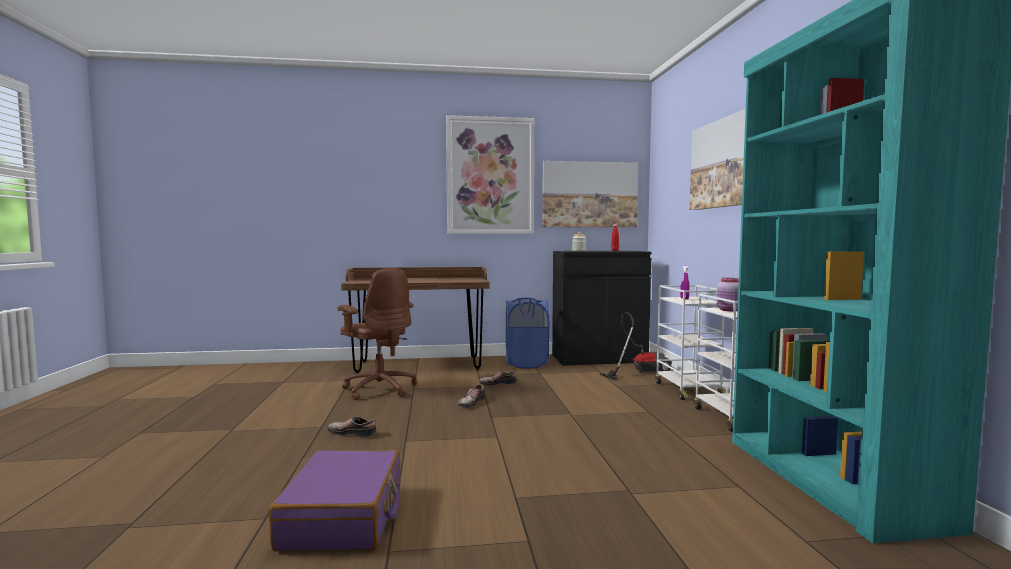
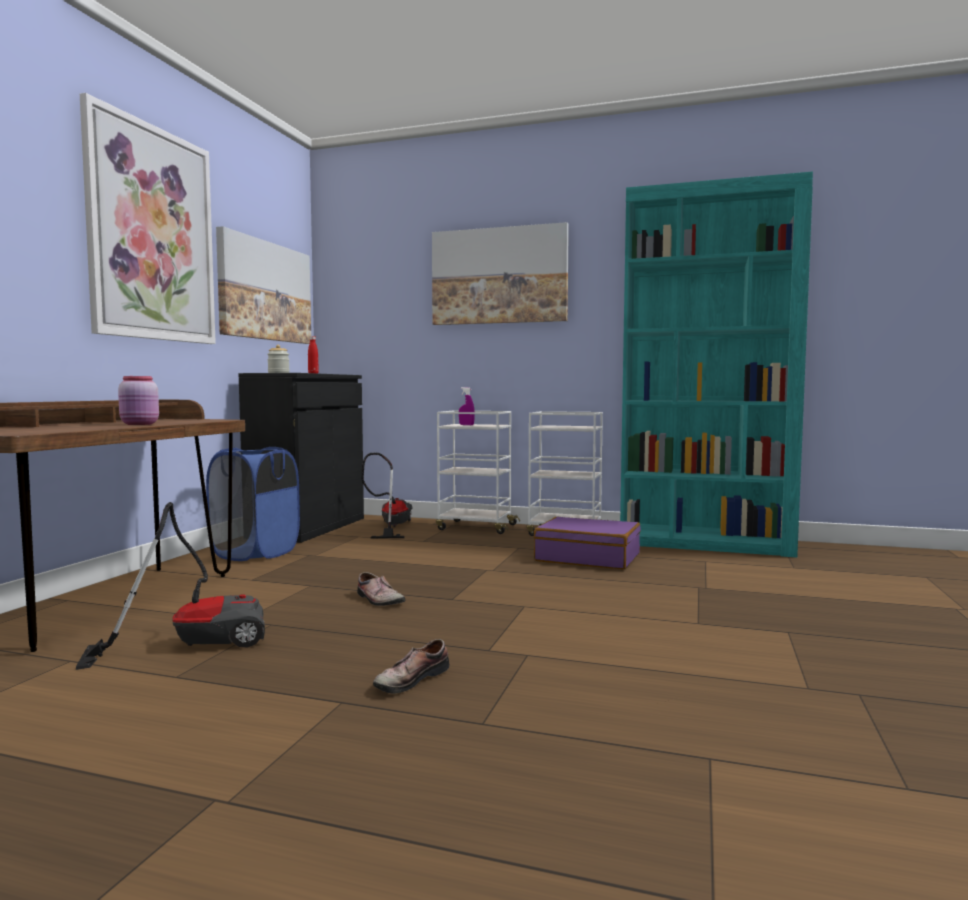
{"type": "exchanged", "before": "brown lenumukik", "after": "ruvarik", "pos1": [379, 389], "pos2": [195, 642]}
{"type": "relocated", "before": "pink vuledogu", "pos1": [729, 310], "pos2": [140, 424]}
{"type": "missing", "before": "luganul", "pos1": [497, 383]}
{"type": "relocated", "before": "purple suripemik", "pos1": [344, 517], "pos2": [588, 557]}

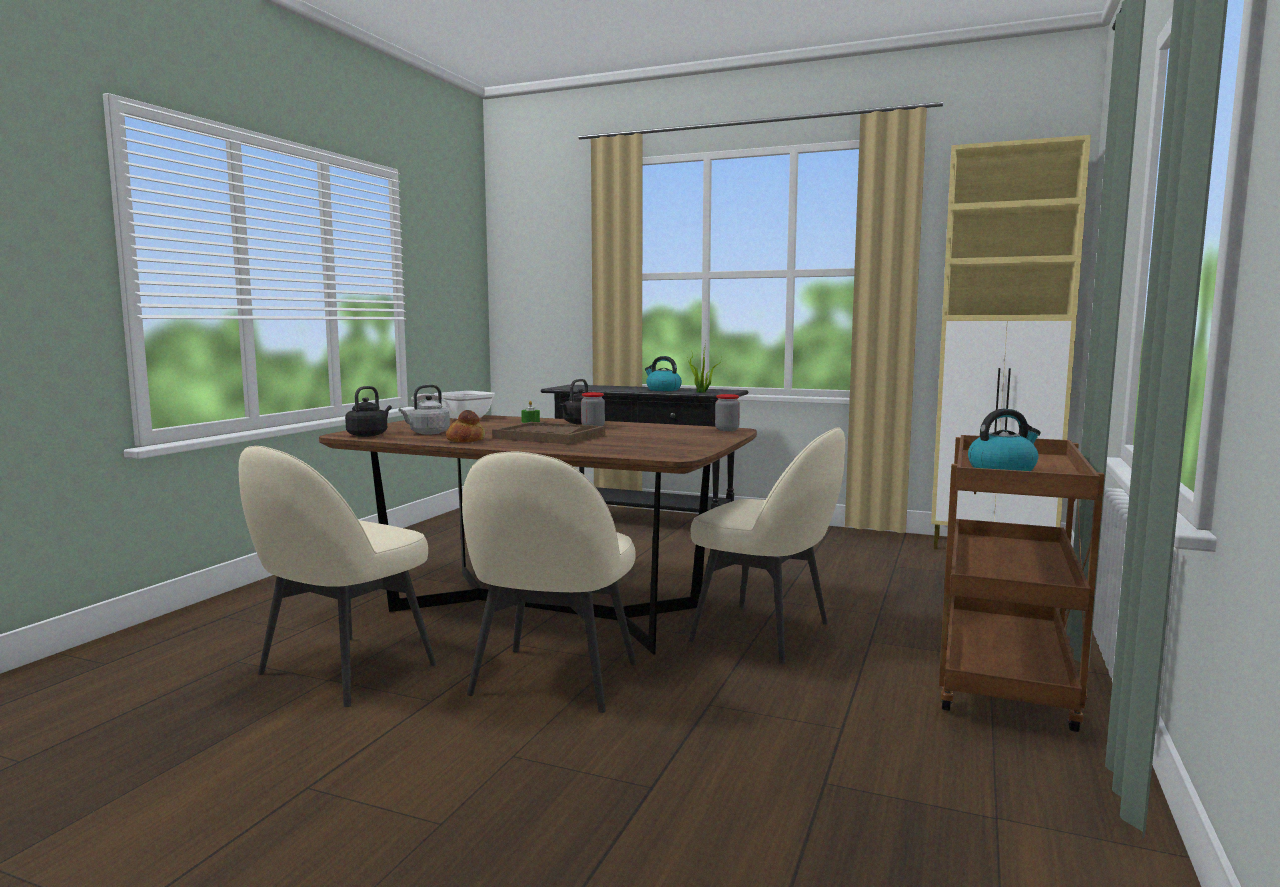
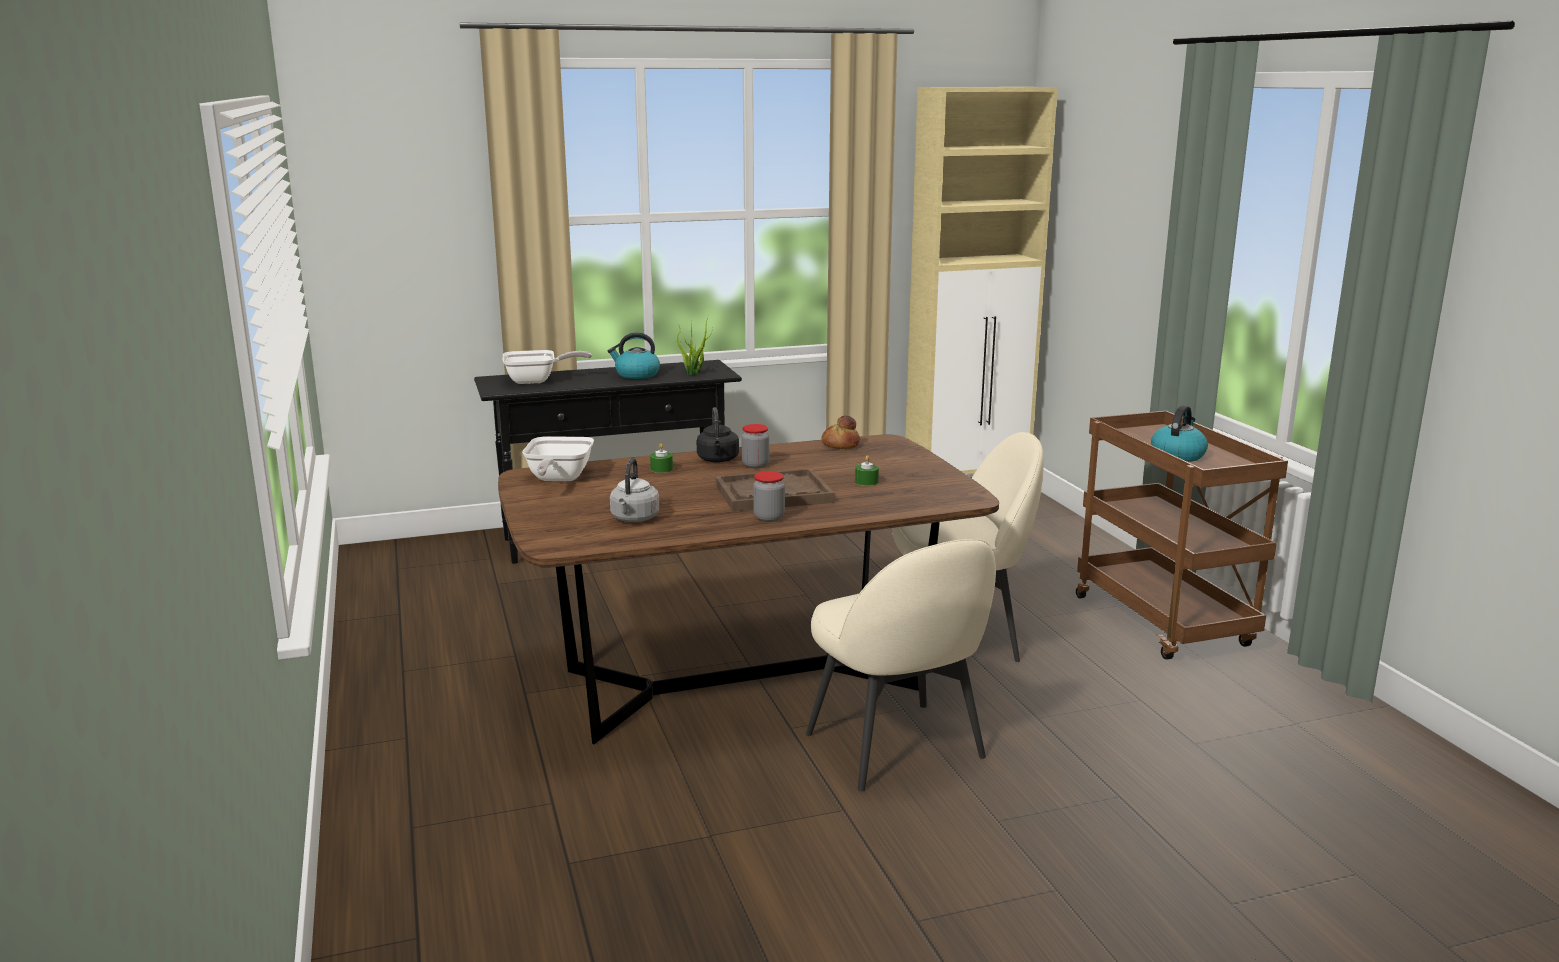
{"type": "missing", "before": "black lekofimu", "pos1": [369, 435]}
{"type": "relocated", "before": "vuledogu", "pos1": [727, 430], "pos2": [769, 518]}
{"type": "relocated", "before": "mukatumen", "pos1": [465, 440], "pos2": [840, 445]}
{"type": "missing", "before": "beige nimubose", "pos1": [343, 671]}
{"type": "appeared", "after": "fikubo", "pos2": [537, 381]}
{"type": "appeared", "after": "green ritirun", "pos2": [866, 482]}

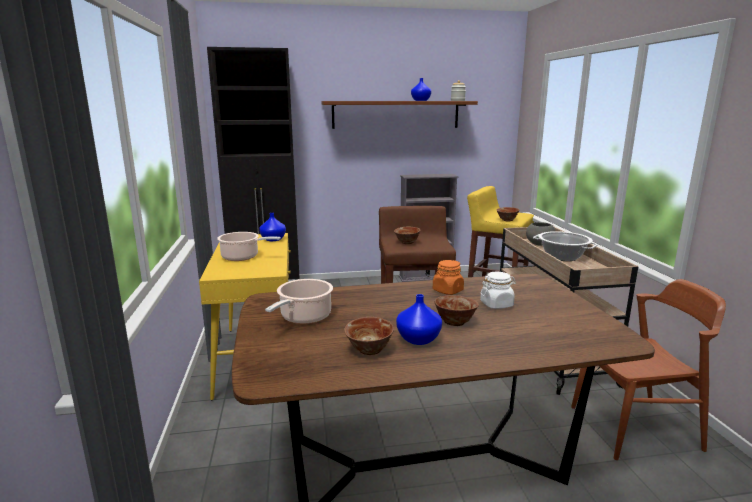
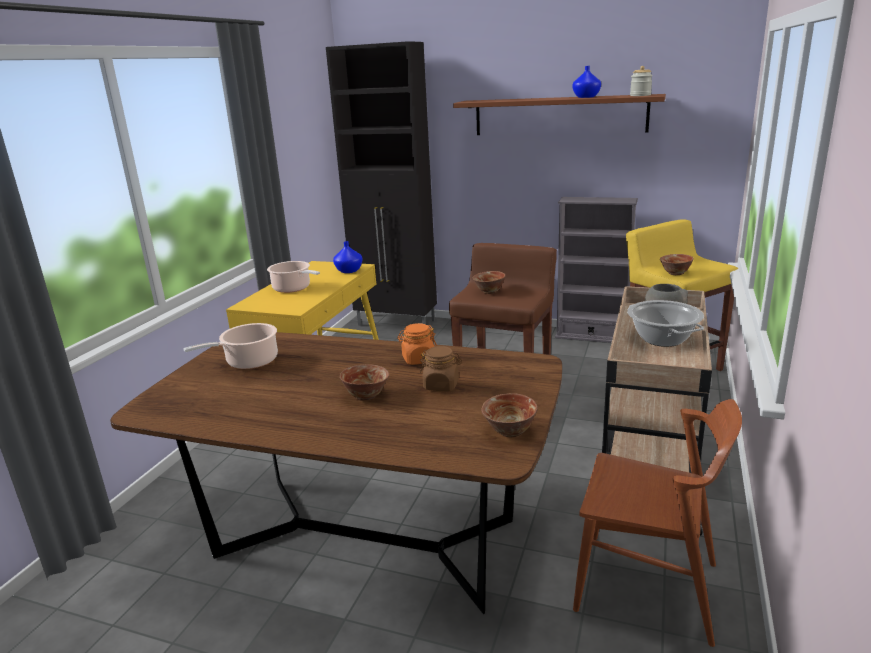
{"type": "colour", "before": "white vuledogu", "after": "brown vuledogu", "pos1": [496, 304], "pos2": [441, 385]}
{"type": "missing", "before": "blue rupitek", "pos1": [417, 339]}
{"type": "relocated", "before": "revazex", "pos1": [369, 350], "pos2": [510, 431]}

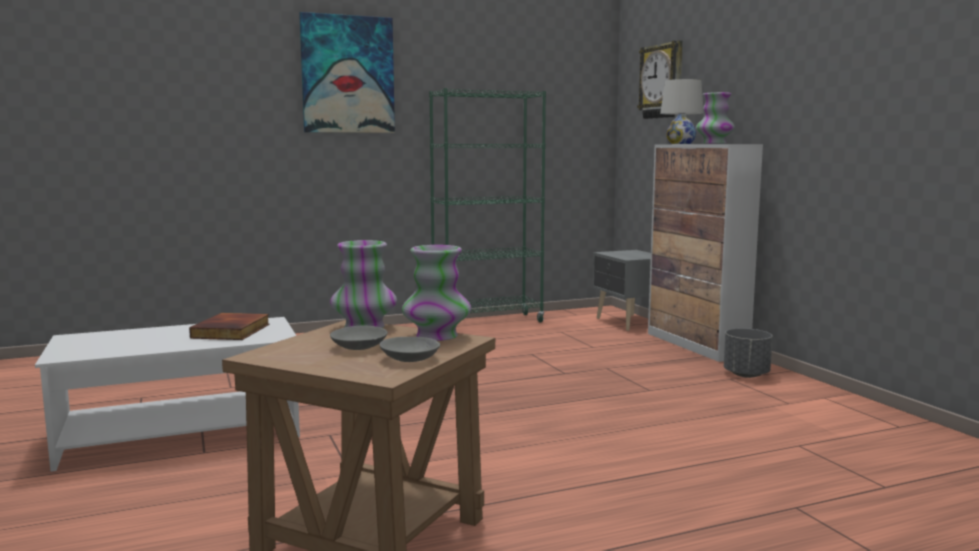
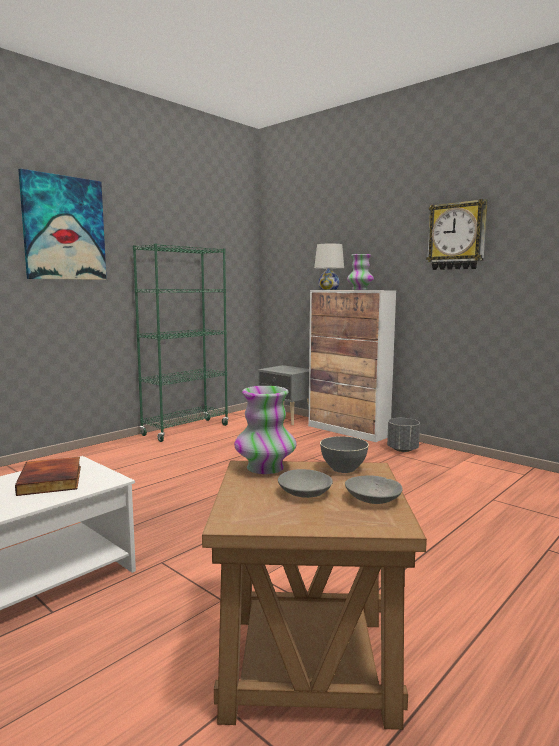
{"type": "relocated", "before": "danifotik", "pos1": [662, 81], "pos2": [457, 236]}
{"type": "exchanged", "before": "rupitek", "after": "grey revazex", "pos1": [436, 336], "pos2": [343, 469]}

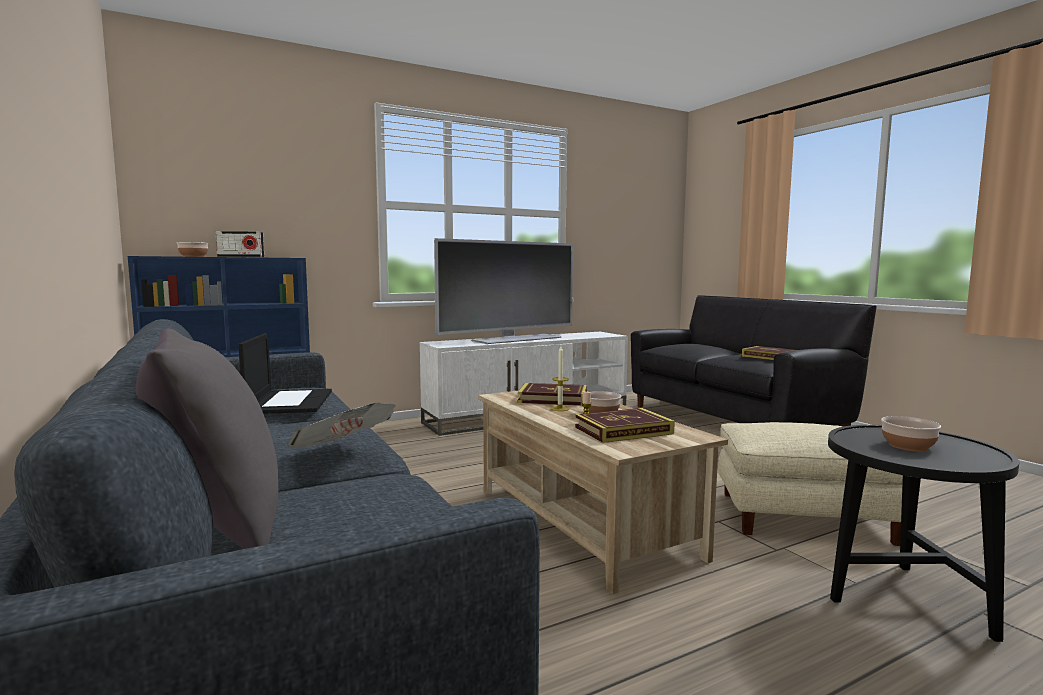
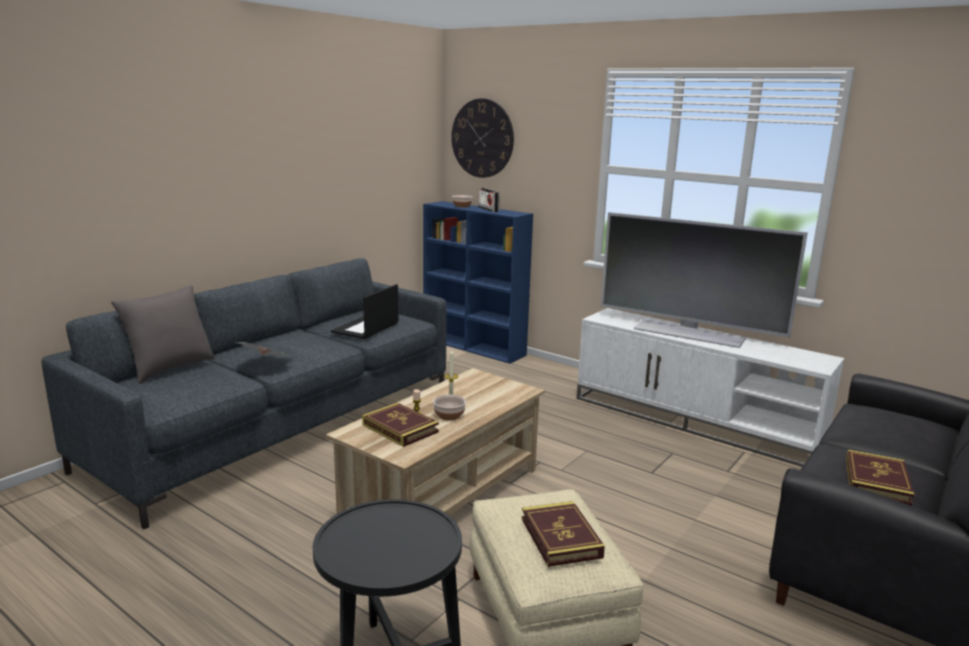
{"type": "spun", "before": "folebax", "pos1": [289, 402], "pos2": [365, 328], "turn": 150}
{"type": "relocated", "before": "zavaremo", "pos1": [553, 399], "pos2": [560, 537]}
{"type": "missing", "before": "revazex", "pos1": [907, 446]}
{"type": "appeared", "after": "danifotik", "pos2": [482, 138]}

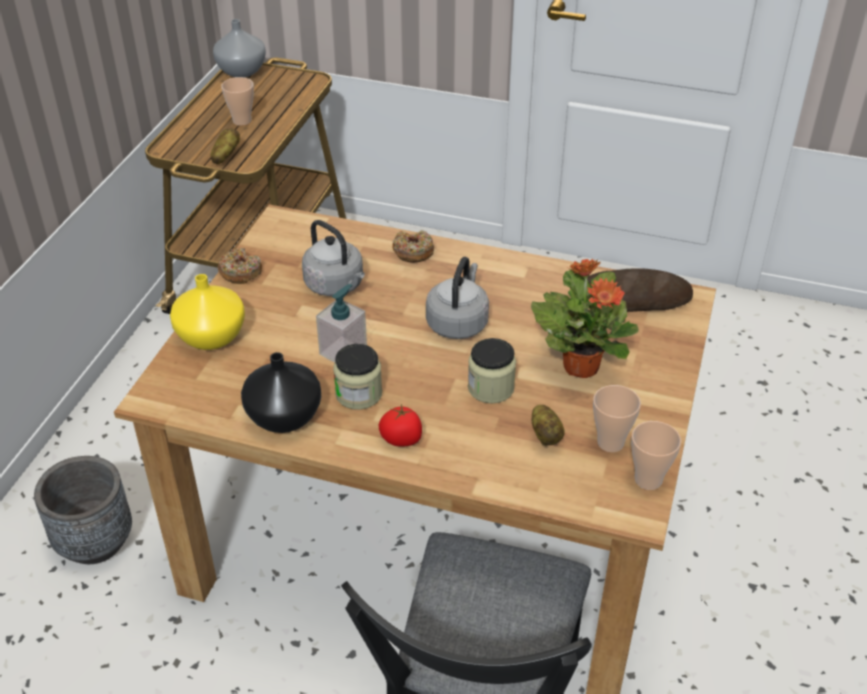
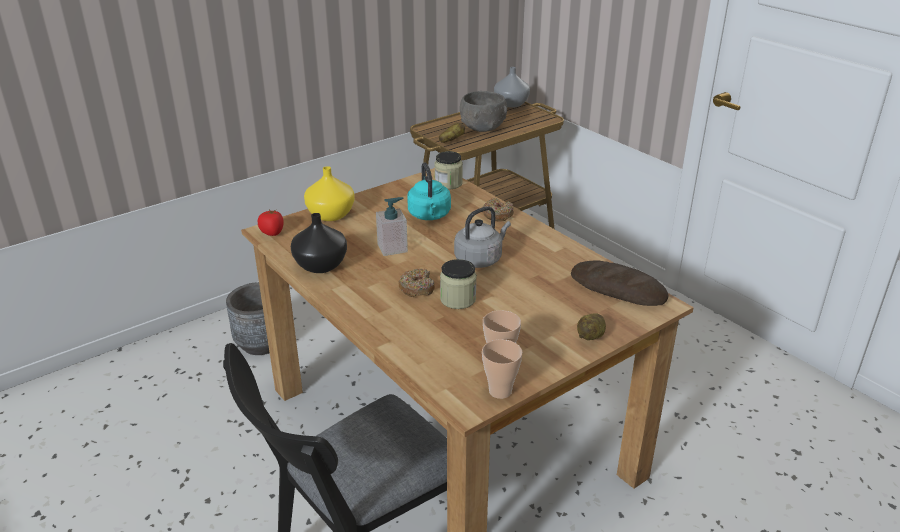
{"type": "exchanged", "before": "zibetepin", "after": "grey revazex", "pos1": [242, 121], "pos2": [482, 127]}
{"type": "colour", "before": "grey lekofimu", "after": "turquoise lekofimu", "pos1": [336, 286], "pos2": [429, 215]}
{"type": "relocated", "before": "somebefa", "pos1": [240, 272], "pos2": [417, 288]}
{"type": "missing", "before": "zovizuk", "pos1": [580, 365]}
{"type": "relocated", "before": "vuledogu", "pos1": [358, 394], "pos2": [448, 183]}
{"type": "relocated", "before": "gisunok", "pos1": [401, 439], "pos2": [272, 232]}
{"type": "relocated", "before": "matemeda", "pos1": [546, 435], "pos2": [591, 336]}

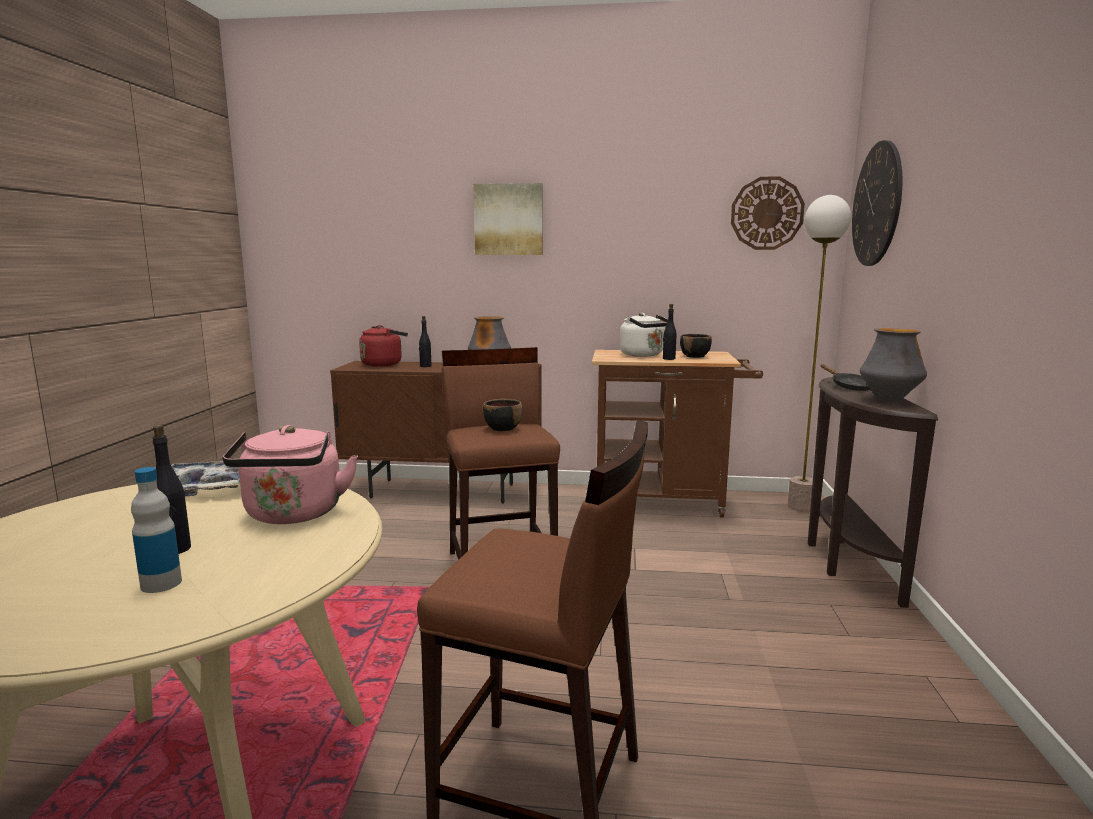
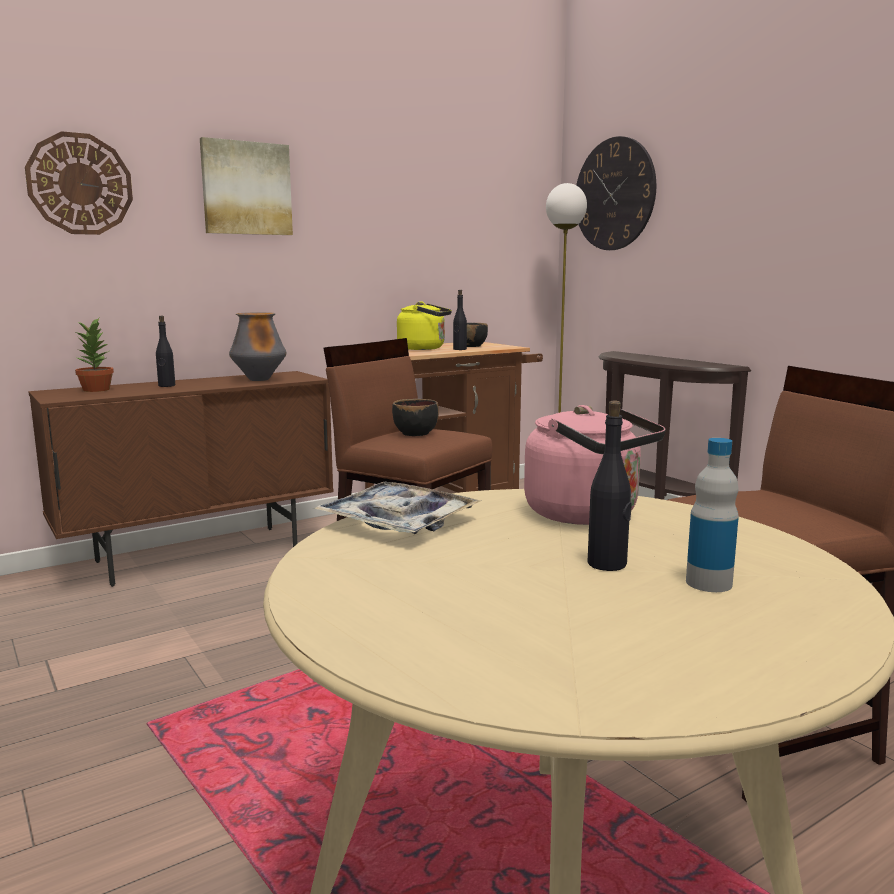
{"type": "relocated", "before": "danifotik", "pos1": [767, 213], "pos2": [80, 184]}
{"type": "colour", "before": "white lekofimu", "after": "yellow lekofimu", "pos1": [644, 355], "pos2": [424, 348]}
{"type": "exchanged", "before": "red lekofimu", "after": "zovizuk", "pos1": [384, 364], "pos2": [97, 390]}
{"type": "missing", "before": "rupitek", "pos1": [889, 400]}
{"type": "missing", "before": "black fikubo", "pos1": [849, 387]}

